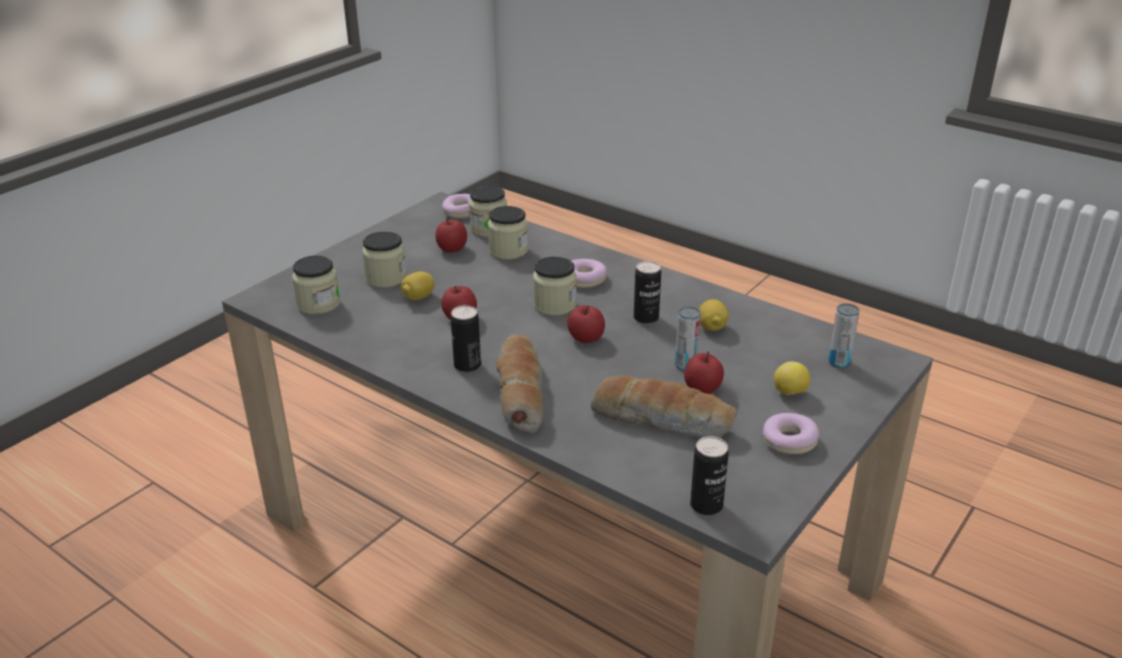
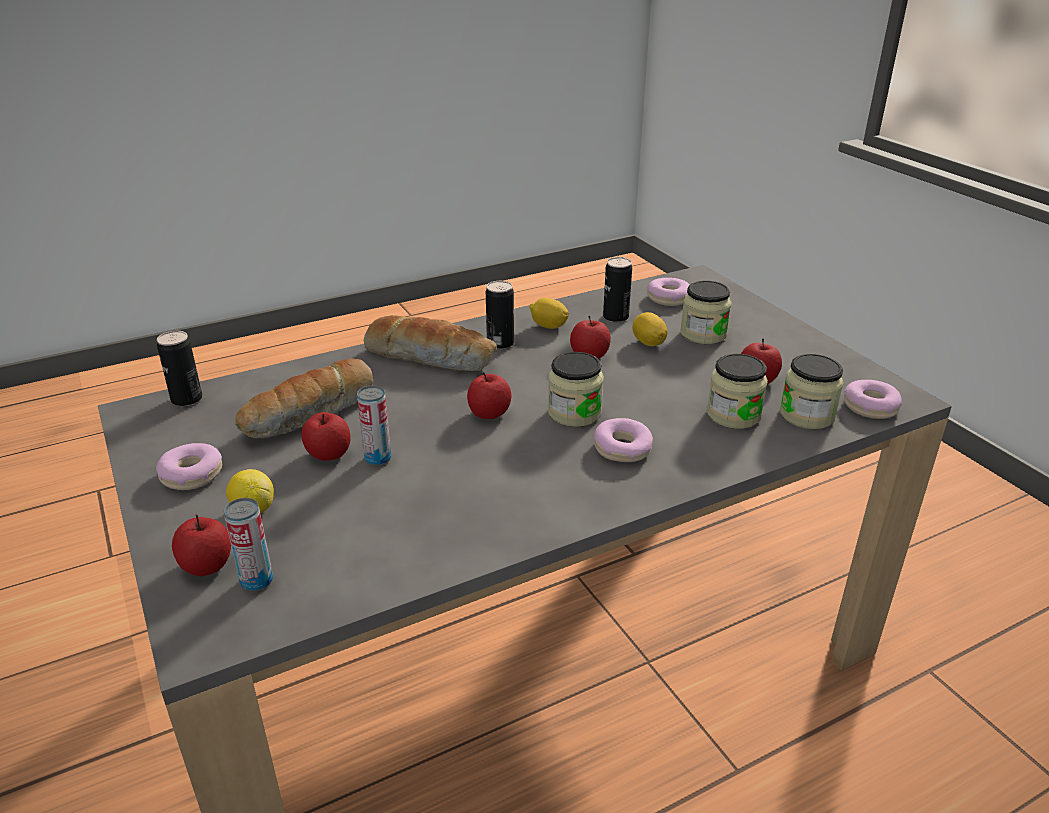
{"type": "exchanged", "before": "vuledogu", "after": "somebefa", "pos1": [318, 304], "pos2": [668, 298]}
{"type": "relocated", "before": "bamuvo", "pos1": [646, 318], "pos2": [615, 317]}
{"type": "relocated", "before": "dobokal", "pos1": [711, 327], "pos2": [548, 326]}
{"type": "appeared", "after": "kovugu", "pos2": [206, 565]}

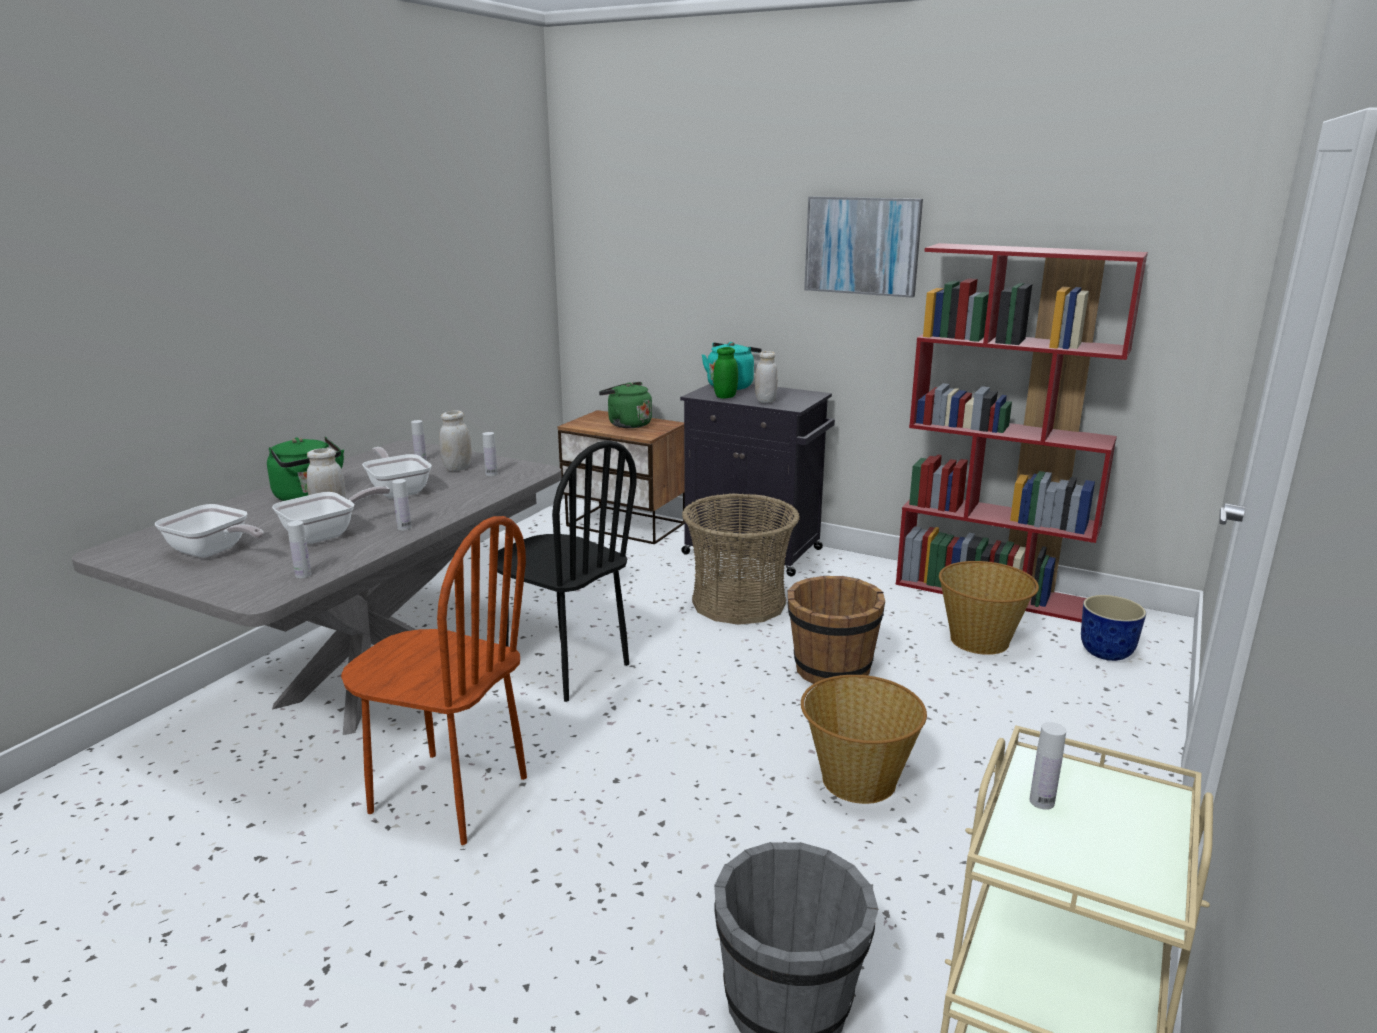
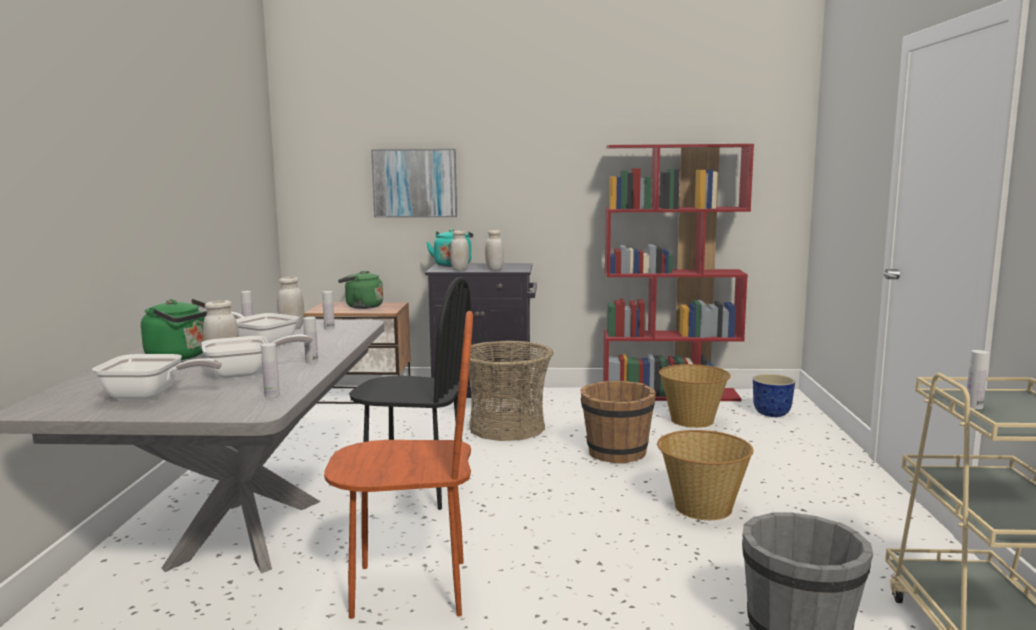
{"type": "relocated", "before": "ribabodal", "pos1": [862, 246], "pos2": [415, 183]}
{"type": "colour", "before": "green vuledogu", "after": "white vuledogu", "pos1": [725, 396], "pos2": [460, 269]}
{"type": "spun", "before": "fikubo", "pos1": [327, 534], "pos2": [246, 373], "turn": 45}

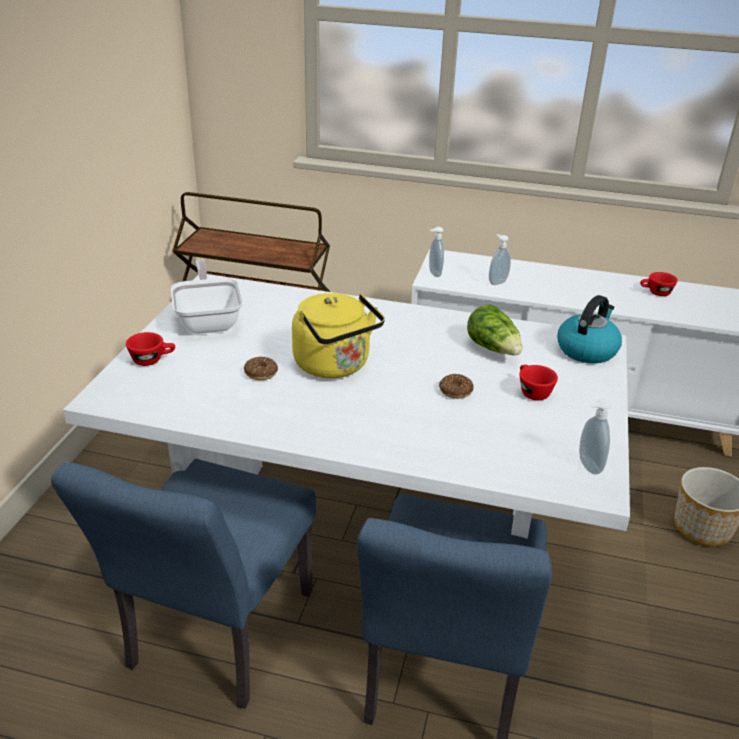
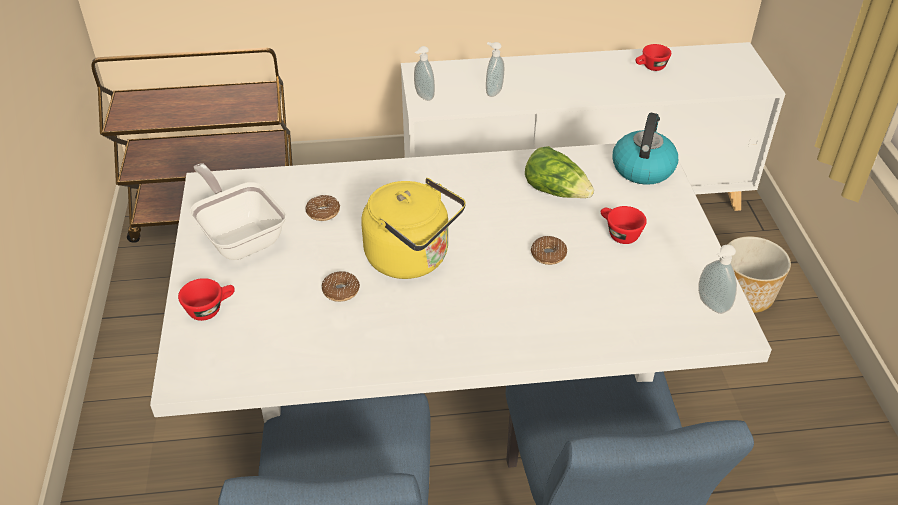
{"type": "appeared", "after": "somebefa", "pos2": [323, 212]}

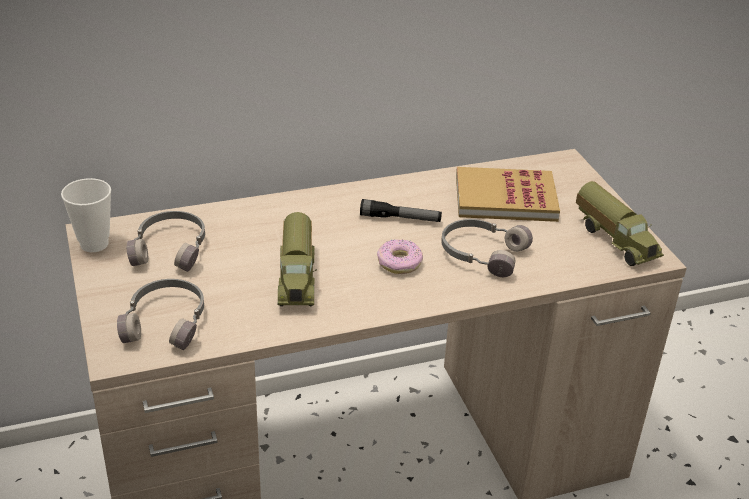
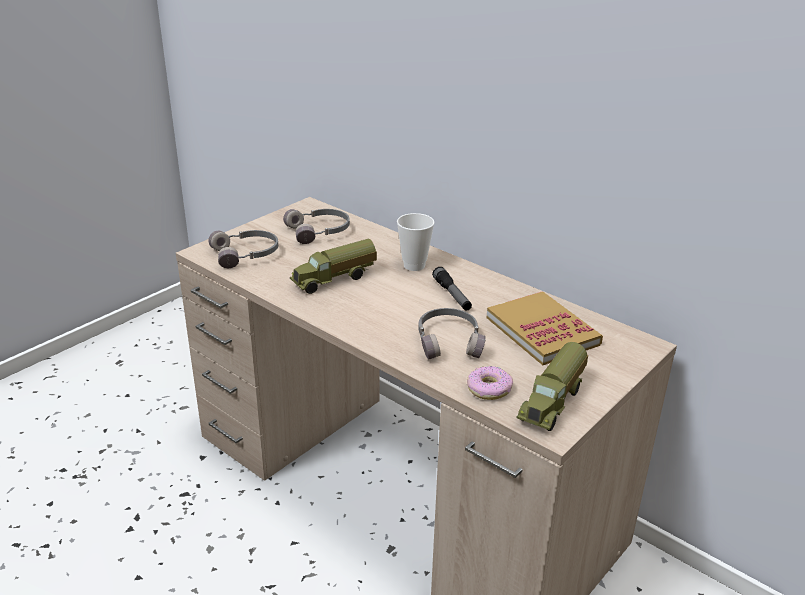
{"type": "relocated", "before": "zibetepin", "pos1": [94, 244], "pos2": [414, 265]}
{"type": "relocated", "before": "somebefa", "pos1": [399, 263], "pos2": [488, 389]}

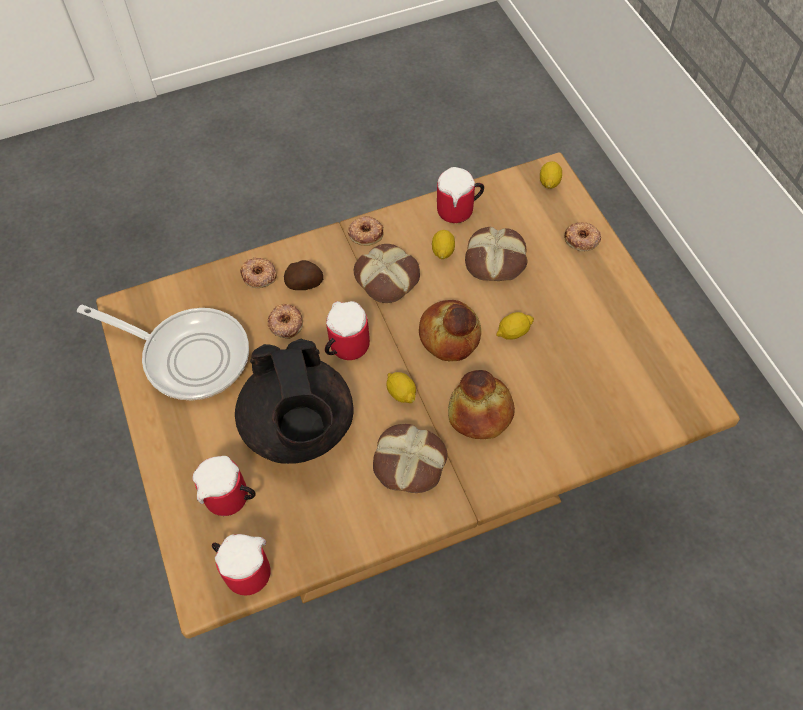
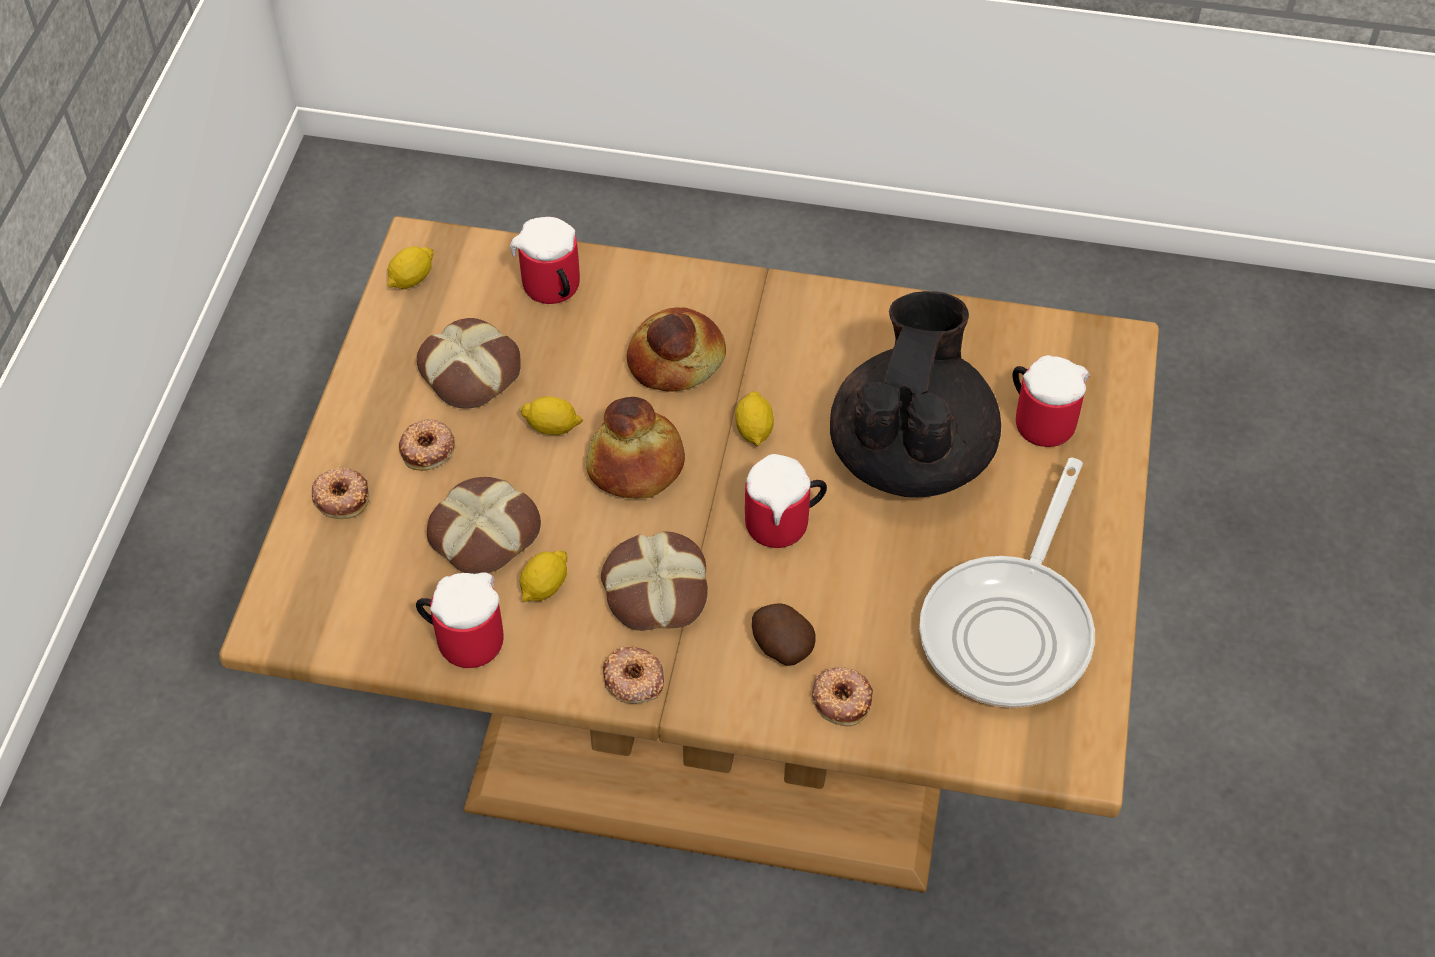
{"type": "relocated", "before": "dobokal", "pos1": [549, 182], "pos2": [411, 279]}
{"type": "relocated", "before": "somebefa", "pos1": [285, 324], "pos2": [428, 448]}
{"type": "spun", "before": "fikubo", "pos1": [189, 355], "pos2": [1011, 627], "turn": -120}
{"type": "relocated", "before": "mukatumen", "pos1": [408, 464], "pos2": [471, 371]}
{"type": "relocated", "before": "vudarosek", "pos1": [244, 568], "pos2": [552, 291]}

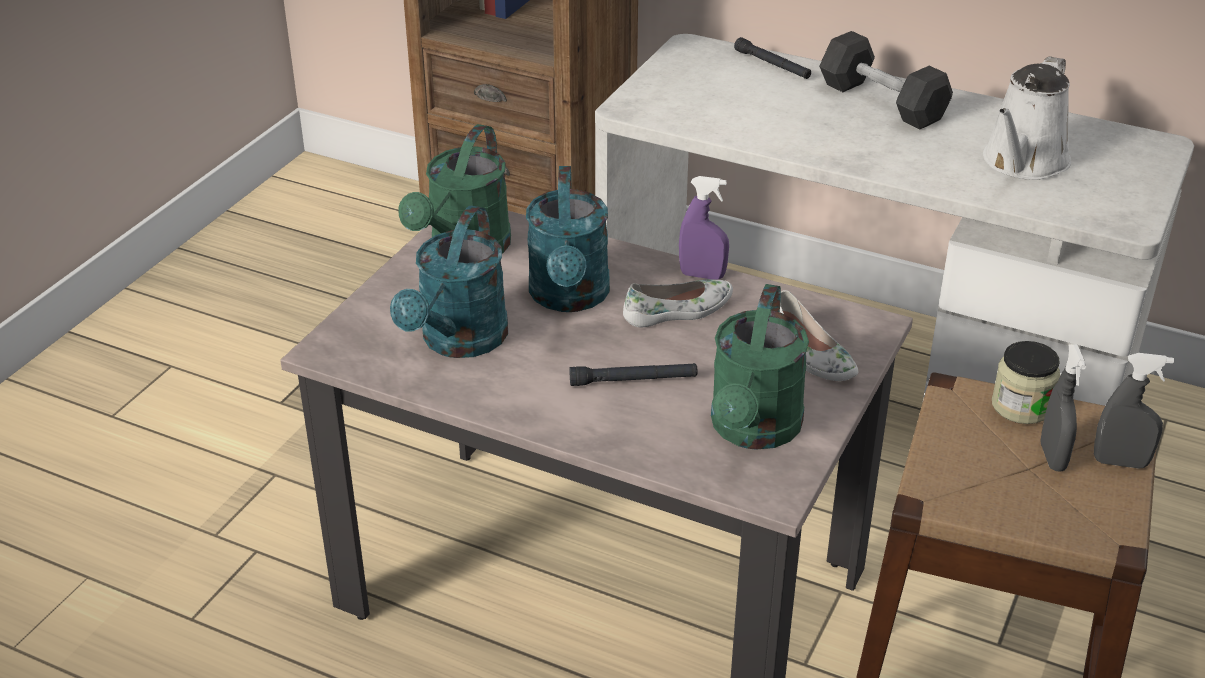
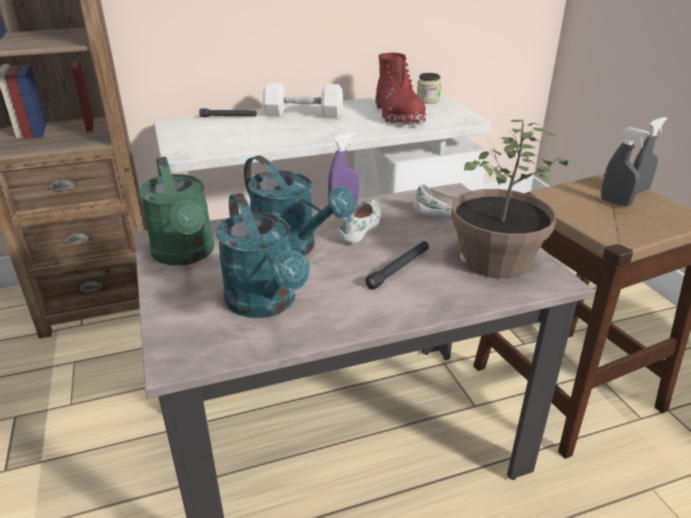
{"type": "colour", "before": "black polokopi", "after": "white polokopi", "pos1": [882, 102], "pos2": [303, 114]}
{"type": "exchanged", "before": "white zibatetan", "after": "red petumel", "pos1": [1023, 163], "pos2": [398, 115]}
{"type": "exchanged", "before": "green zibatetan", "after": "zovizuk", "pos1": [753, 431], "pos2": [494, 259]}
{"type": "relocated", "before": "vuledogu", "pos1": [1021, 406], "pos2": [427, 100]}

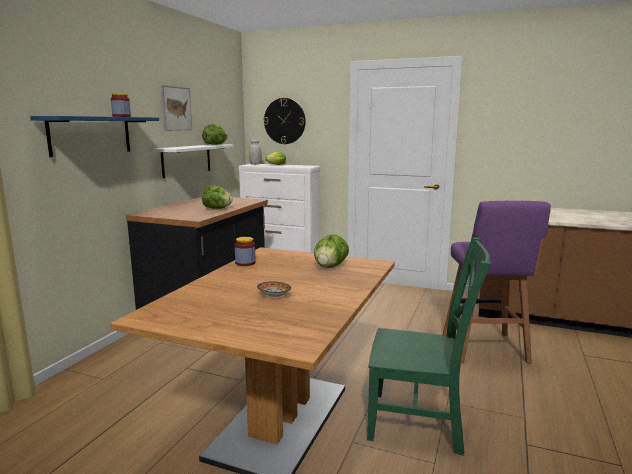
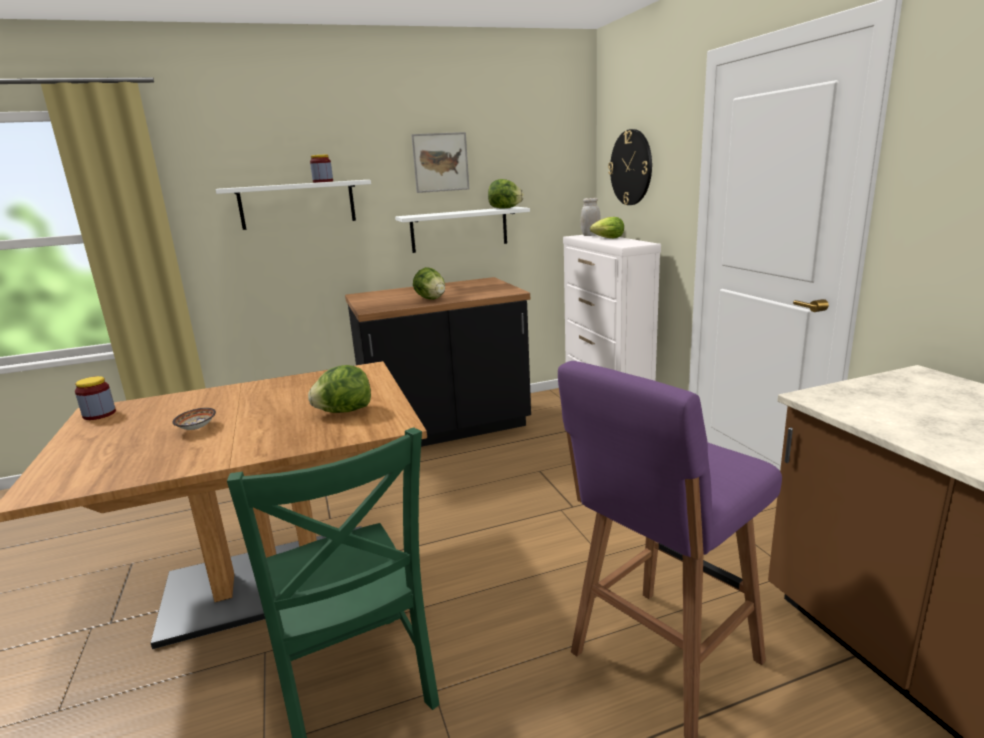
{"type": "colour", "before": "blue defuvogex", "after": "white defuvogex", "pos1": [91, 135], "pos2": [297, 204]}
{"type": "relocated", "before": "vuledogu", "pos1": [245, 263], "pos2": [99, 414]}

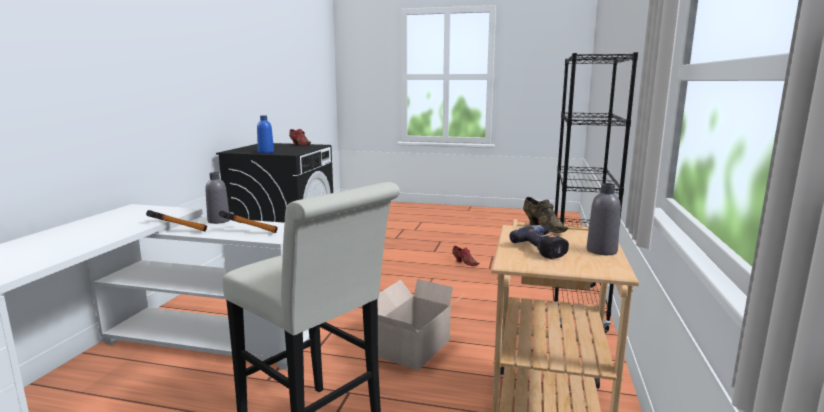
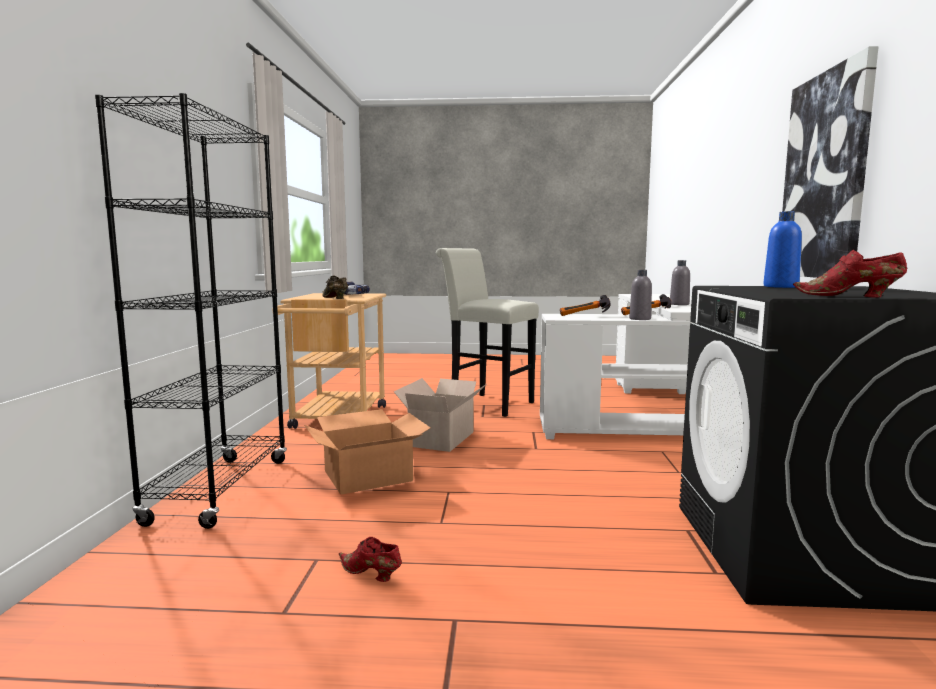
{"type": "relocated", "before": "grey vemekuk", "pos1": [601, 251], "pos2": [679, 304]}
{"type": "appeared", "after": "ribabodal", "pos2": [825, 176]}
{"type": "appeared", "after": "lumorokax", "pos2": [367, 476]}

